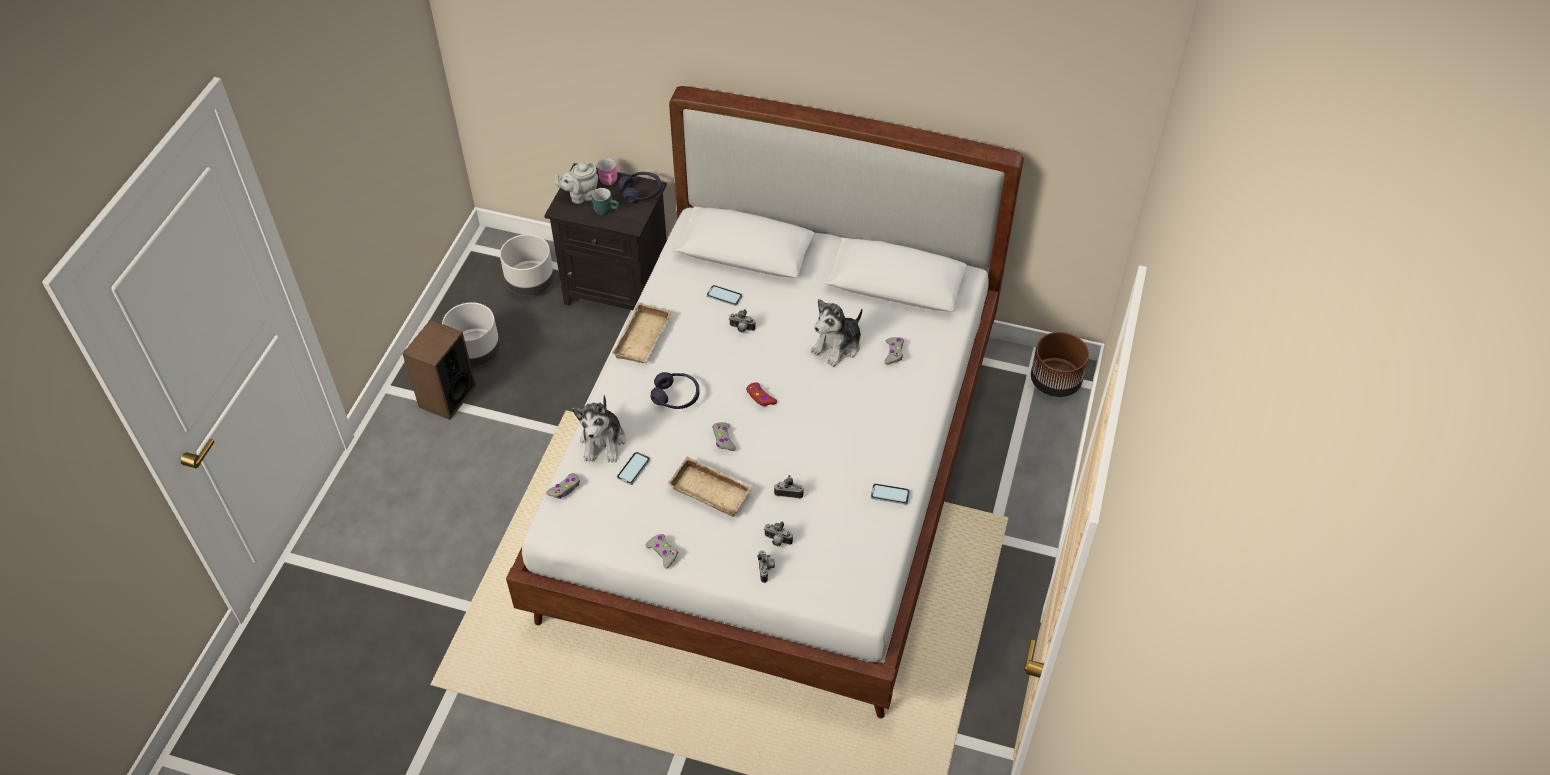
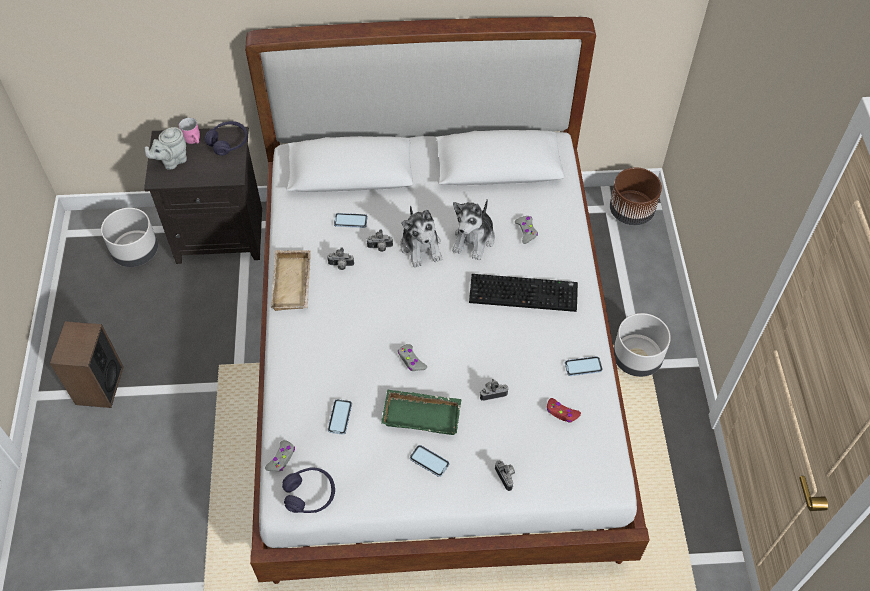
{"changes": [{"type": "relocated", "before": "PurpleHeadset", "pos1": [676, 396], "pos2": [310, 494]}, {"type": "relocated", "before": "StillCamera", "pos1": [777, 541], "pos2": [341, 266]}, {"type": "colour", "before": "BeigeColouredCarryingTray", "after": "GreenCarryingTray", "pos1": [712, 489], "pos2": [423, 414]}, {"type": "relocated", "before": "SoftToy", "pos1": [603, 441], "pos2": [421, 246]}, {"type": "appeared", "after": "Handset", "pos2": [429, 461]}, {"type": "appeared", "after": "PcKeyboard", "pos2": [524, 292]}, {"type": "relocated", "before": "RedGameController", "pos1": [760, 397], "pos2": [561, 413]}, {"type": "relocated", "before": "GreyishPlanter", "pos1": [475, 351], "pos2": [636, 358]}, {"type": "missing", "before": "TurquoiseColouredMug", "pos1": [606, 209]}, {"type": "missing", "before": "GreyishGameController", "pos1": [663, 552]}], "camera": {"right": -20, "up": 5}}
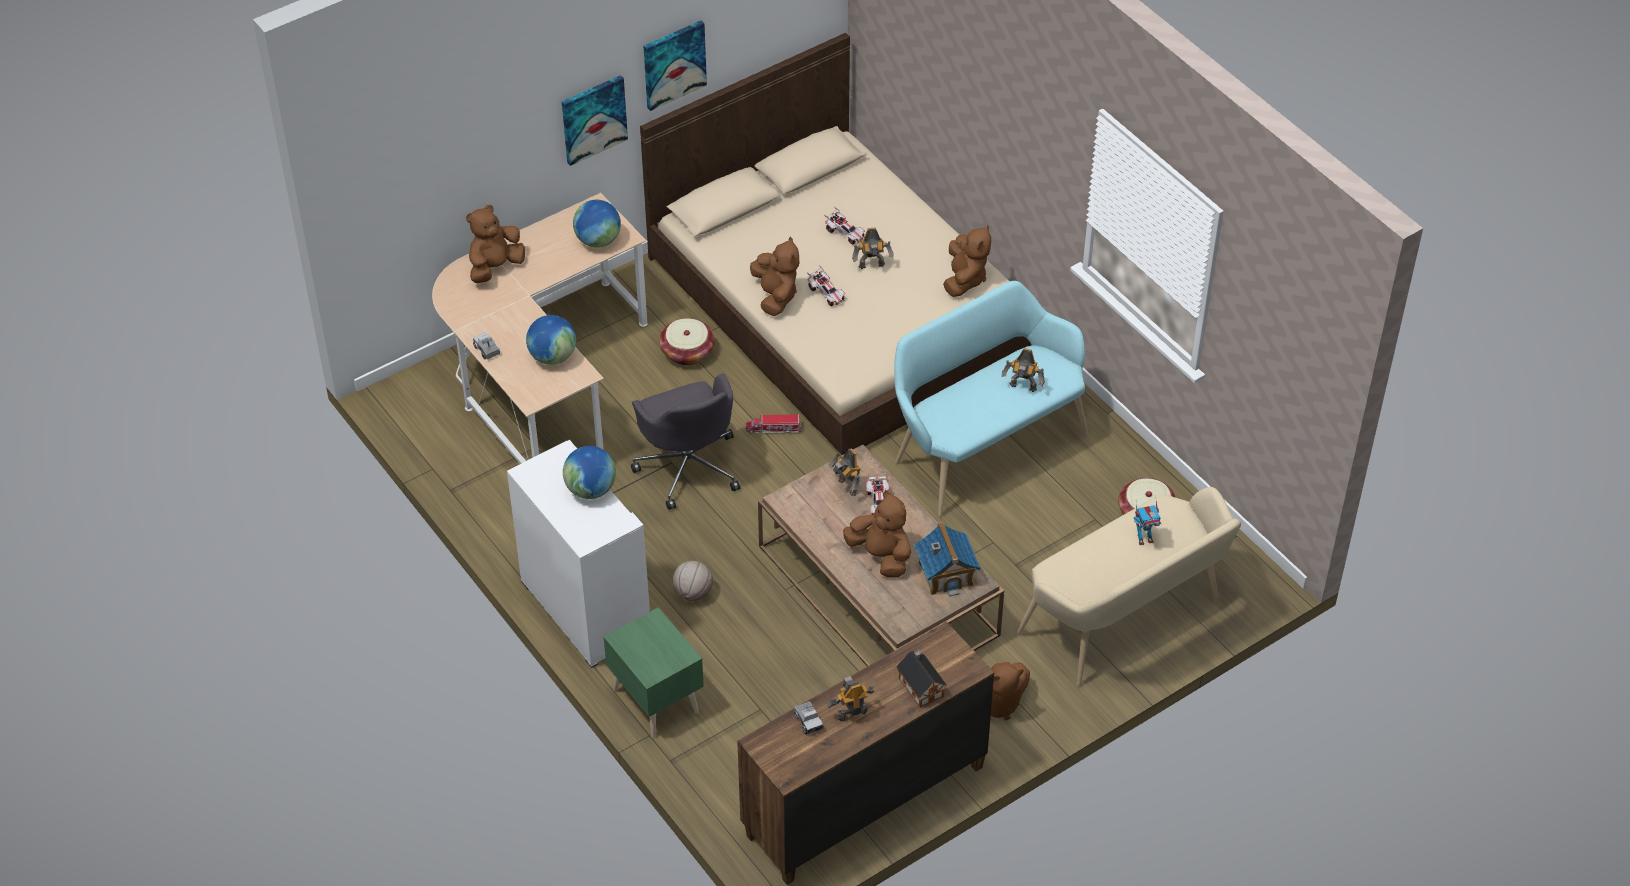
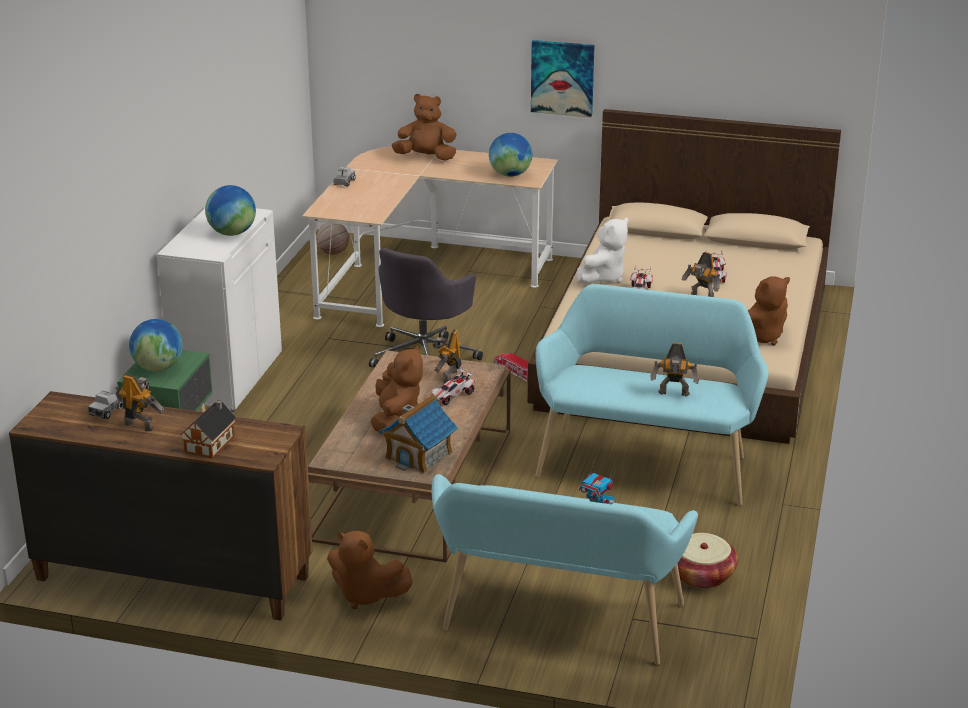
{"changes": [{"type": "relocated", "before": "WorldGlobe", "pos1": [552, 356], "pos2": [158, 368]}, {"type": "relocated", "before": "BallForBasketball", "pos1": [693, 593], "pos2": [333, 252]}, {"type": "colour", "before": "BeigeColouredLongSeat", "after": "TurquoiseColouredLongSeat", "pos1": [1127, 622], "pos2": [557, 623]}, {"type": "colour", "before": "BrownColouredSoftToy", "after": "WhiteSoftToy", "pos1": [775, 296], "pos2": [603, 278]}, {"type": "spun", "before": "ModelRobot", "pos1": [1023, 388], "pos2": [674, 394], "turn": -60}, {"type": "missing", "before": "WallArt", "pos1": [674, 64]}, {"type": "missing", "before": "Basket", "pos1": [687, 352]}], "camera": {"right": 50, "up": -20}}
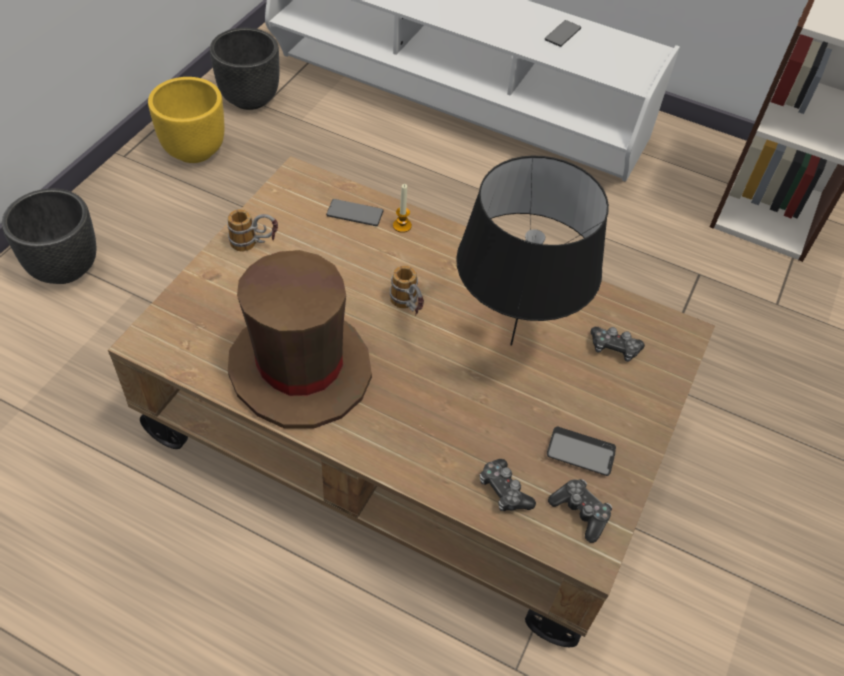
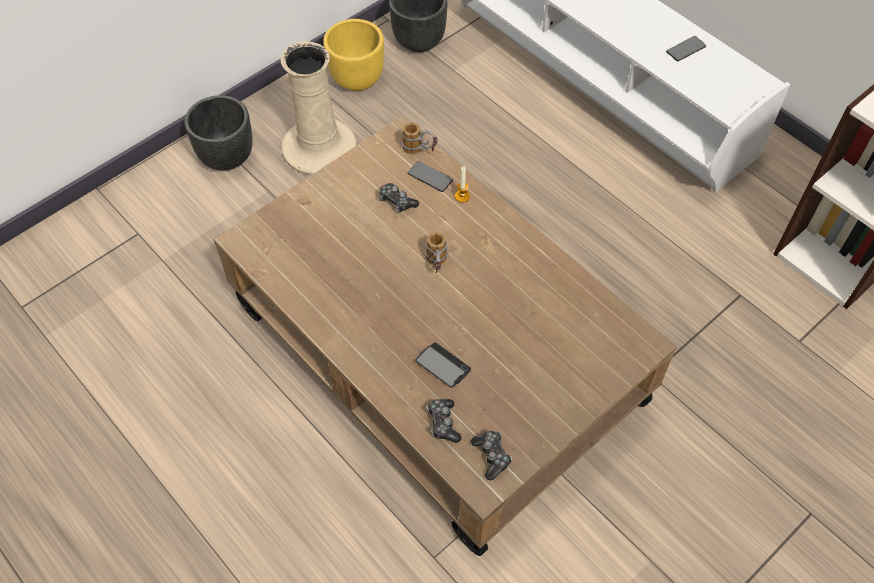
{"changes": [{"type": "appeared", "after": "BeigeColouredDecorativeVase", "pos2": [320, 147]}, {"type": "relocated", "before": "GameController", "pos1": [614, 348], "pos2": [397, 201]}, {"type": "relocated", "before": "Mug", "pos1": [255, 244], "pos2": [420, 150]}, {"type": "relocated", "before": "Handset", "pos1": [580, 452], "pos2": [443, 365]}, {"type": "missing", "before": "BrownColouredWearableHat", "pos1": [300, 368]}, {"type": "missing", "before": "BlackColouredTabletopLamp", "pos1": [510, 344]}], "camera": {"right": 25, "up": 5}}
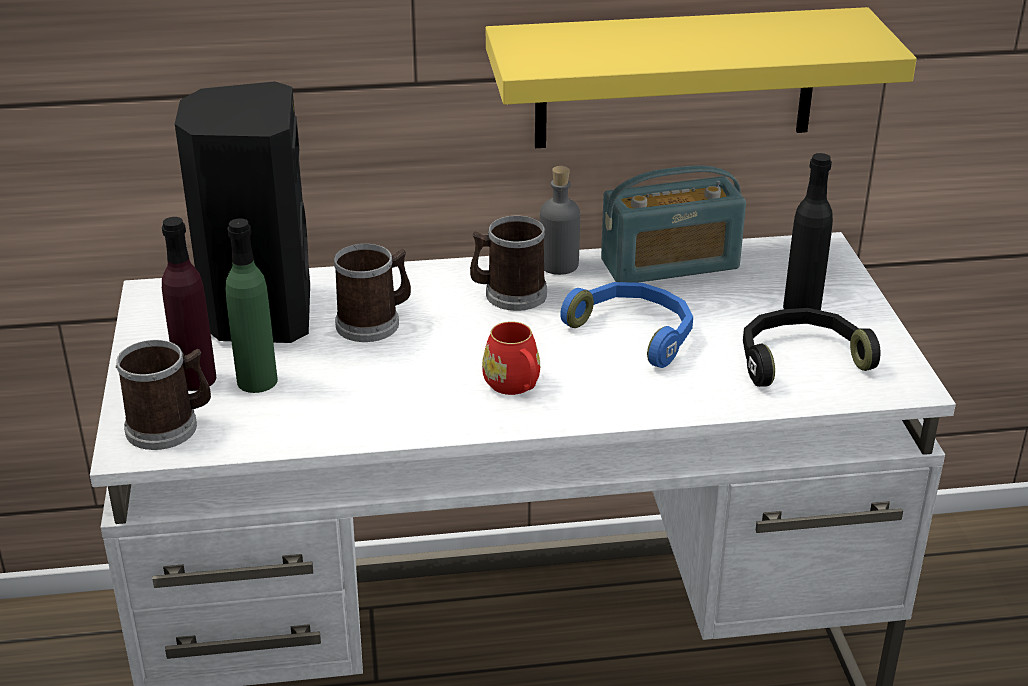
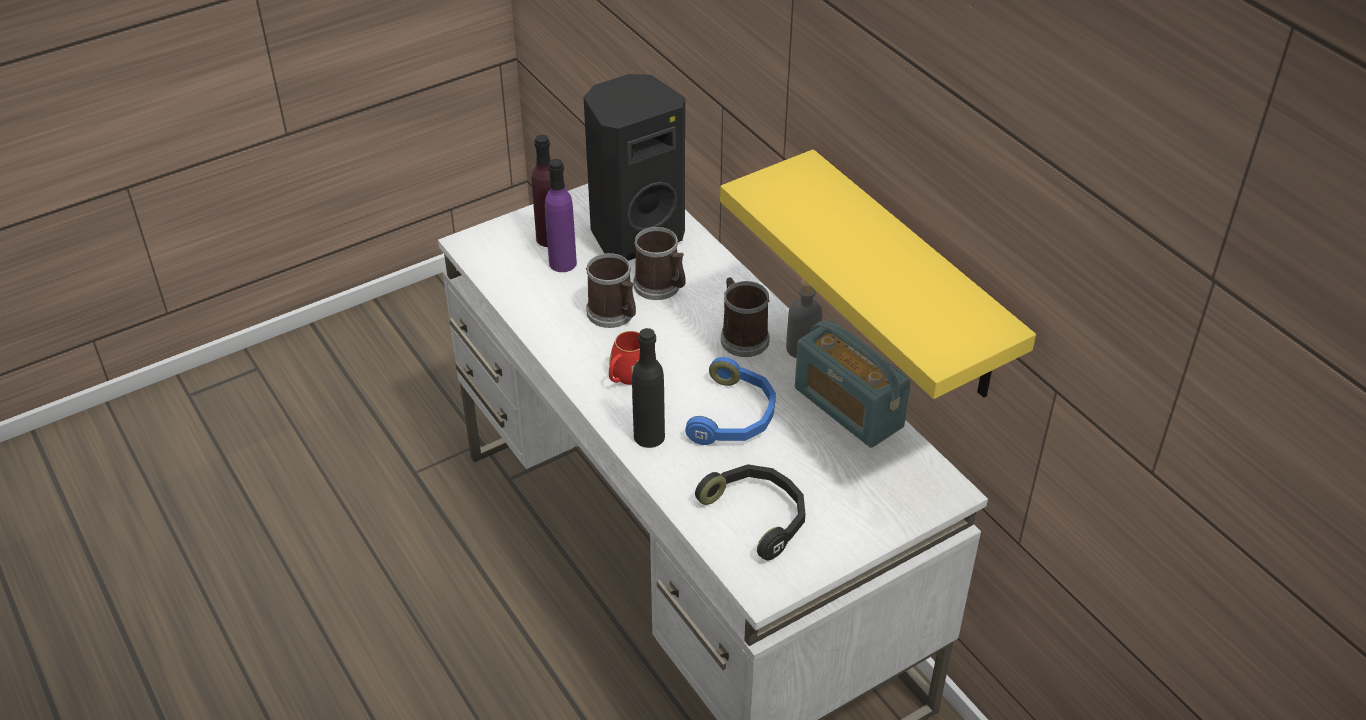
{"changes": [{"type": "colour", "before": "GreenBottle", "after": "PurpleBottle", "pos1": [257, 381], "pos2": [562, 263]}, {"type": "relocated", "before": "Mug", "pos1": [170, 426], "pos2": [614, 314]}, {"type": "relocated", "before": "BlackColouredBottle", "pos1": [802, 307], "pos2": [649, 436]}], "camera": {"right": 65, "up": 10}}
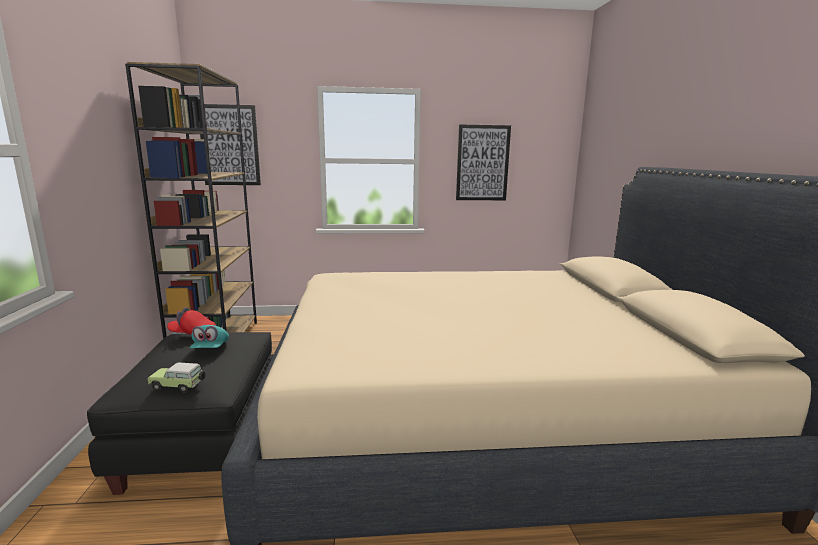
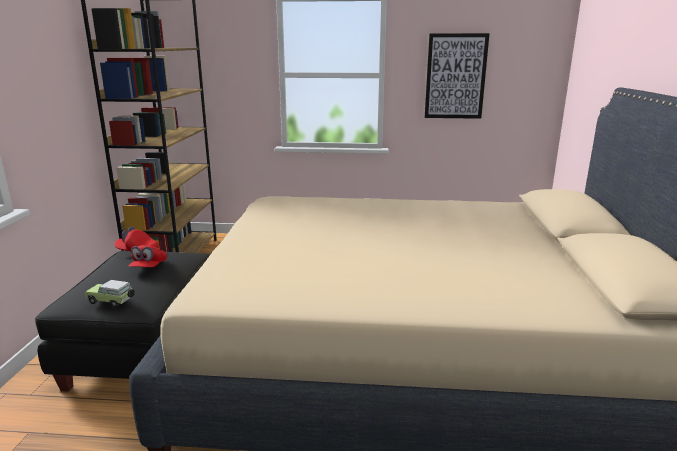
{"changes": [{"type": "colour", "before": "TurquoiseColouredBaseballCap", "after": "RedBaseballCap", "pos1": [210, 349], "pos2": [149, 267]}, {"type": "missing", "before": "WallArt", "pos1": [230, 145]}], "camera": {"right": 10, "up": 5}}
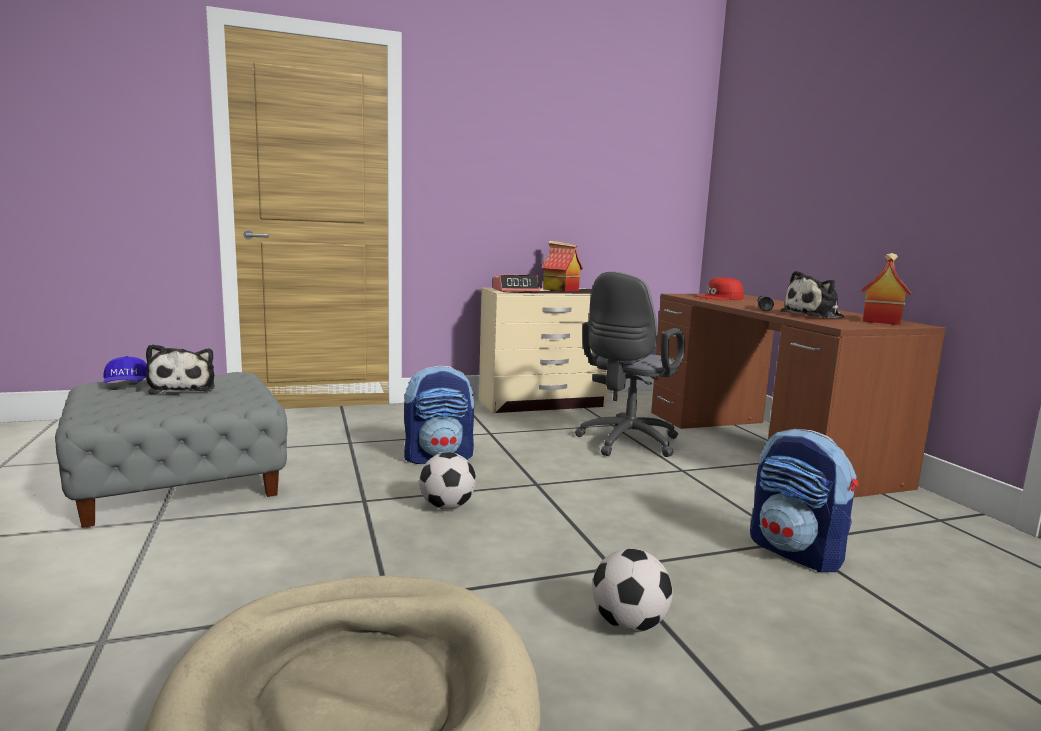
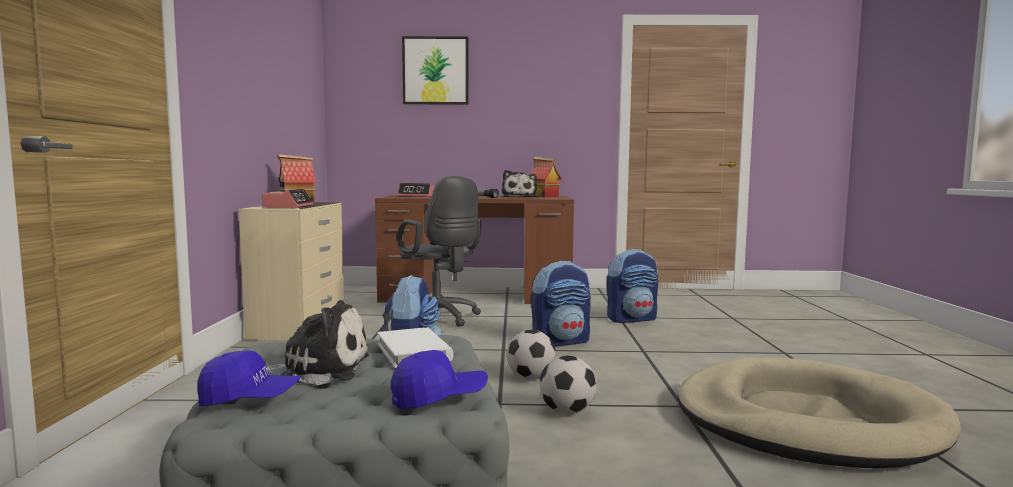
{"changes": [{"type": "appeared", "after": "WhiteBook", "pos2": [413, 352]}, {"type": "appeared", "after": "BlueBaseballCap", "pos2": [439, 398]}, {"type": "exchanged", "before": "RedBaseballCap", "after": "TableClock", "pos1": [720, 298], "pos2": [417, 196]}, {"type": "appeared", "after": "WallArt", "pos2": [435, 71]}, {"type": "appeared", "after": "Knapsack", "pos2": [561, 341]}, {"type": "relocated", "before": "Football", "pos1": [629, 624], "pos2": [567, 411]}], "camera": {"right": -70, "up": -5}}
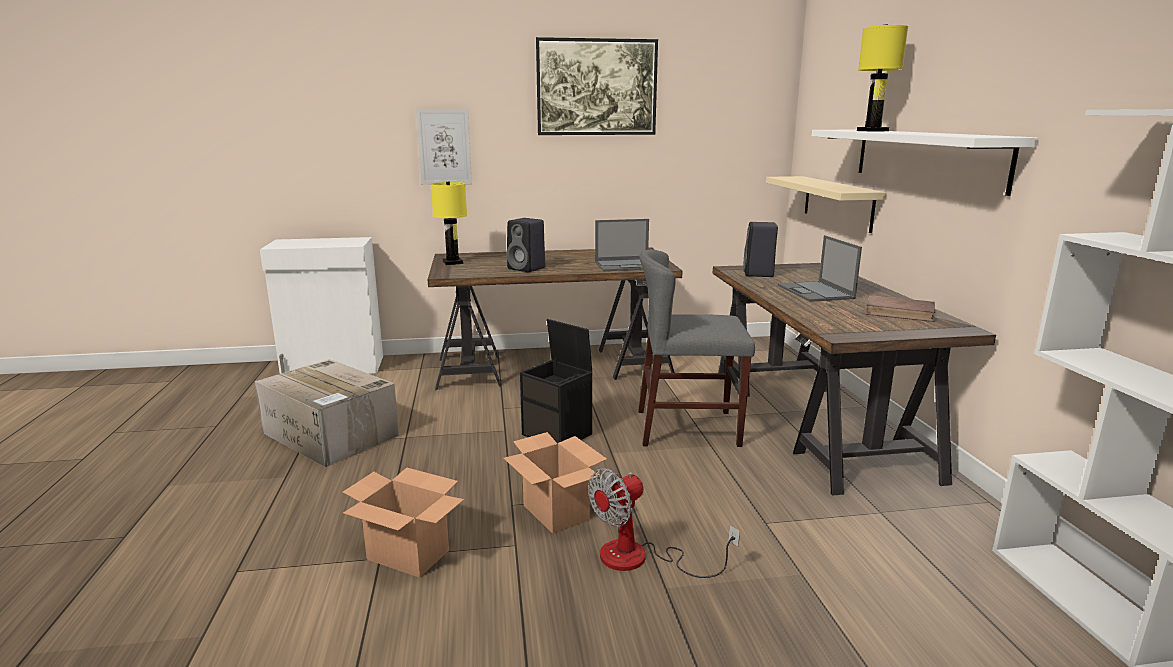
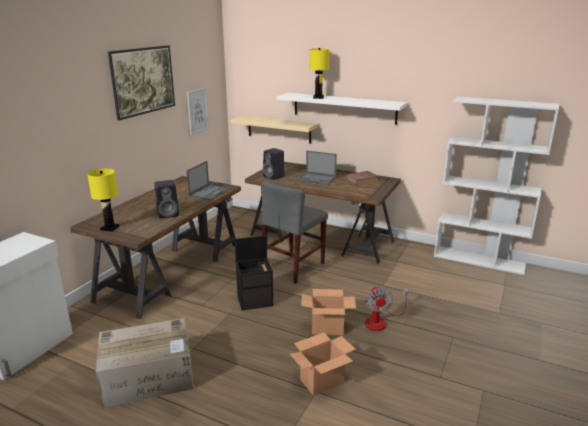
{"changes": [{"type": "relocated", "before": "WallArt", "pos1": [444, 147], "pos2": [197, 111]}], "camera": {"right": -55, "up": 5}}
